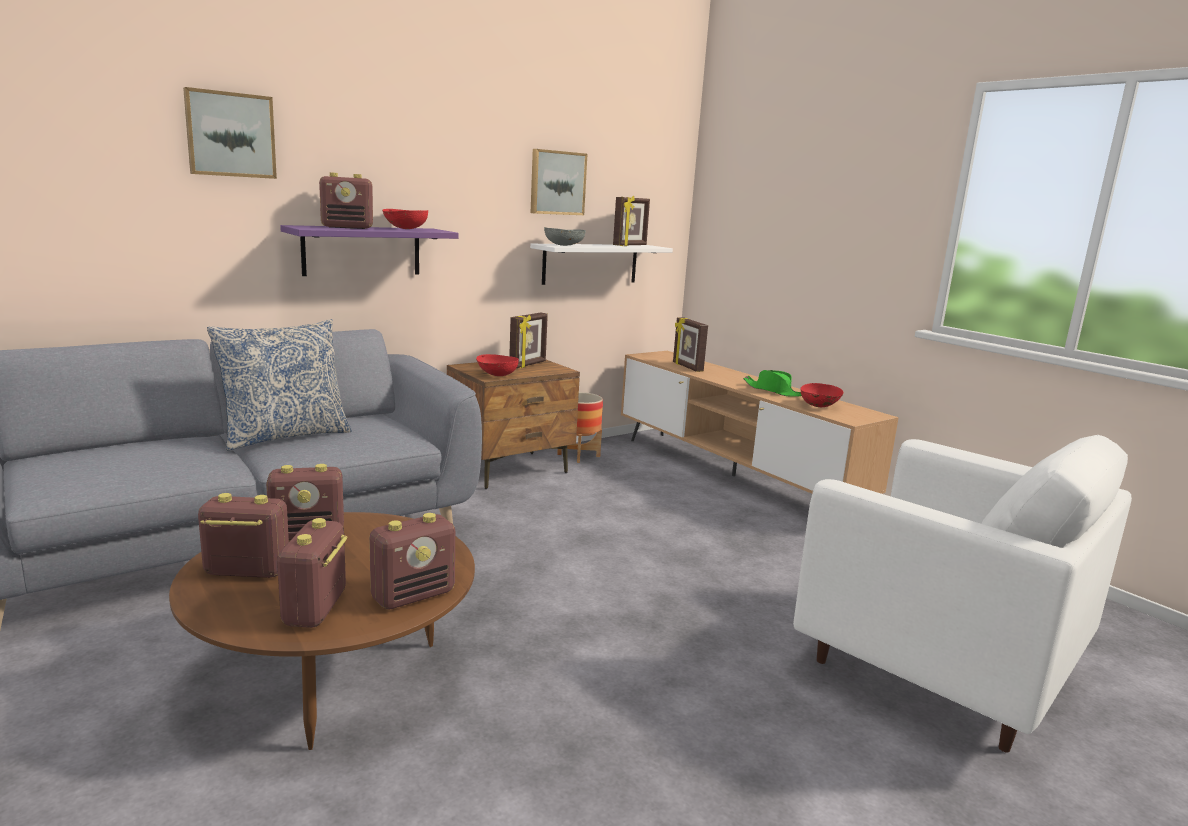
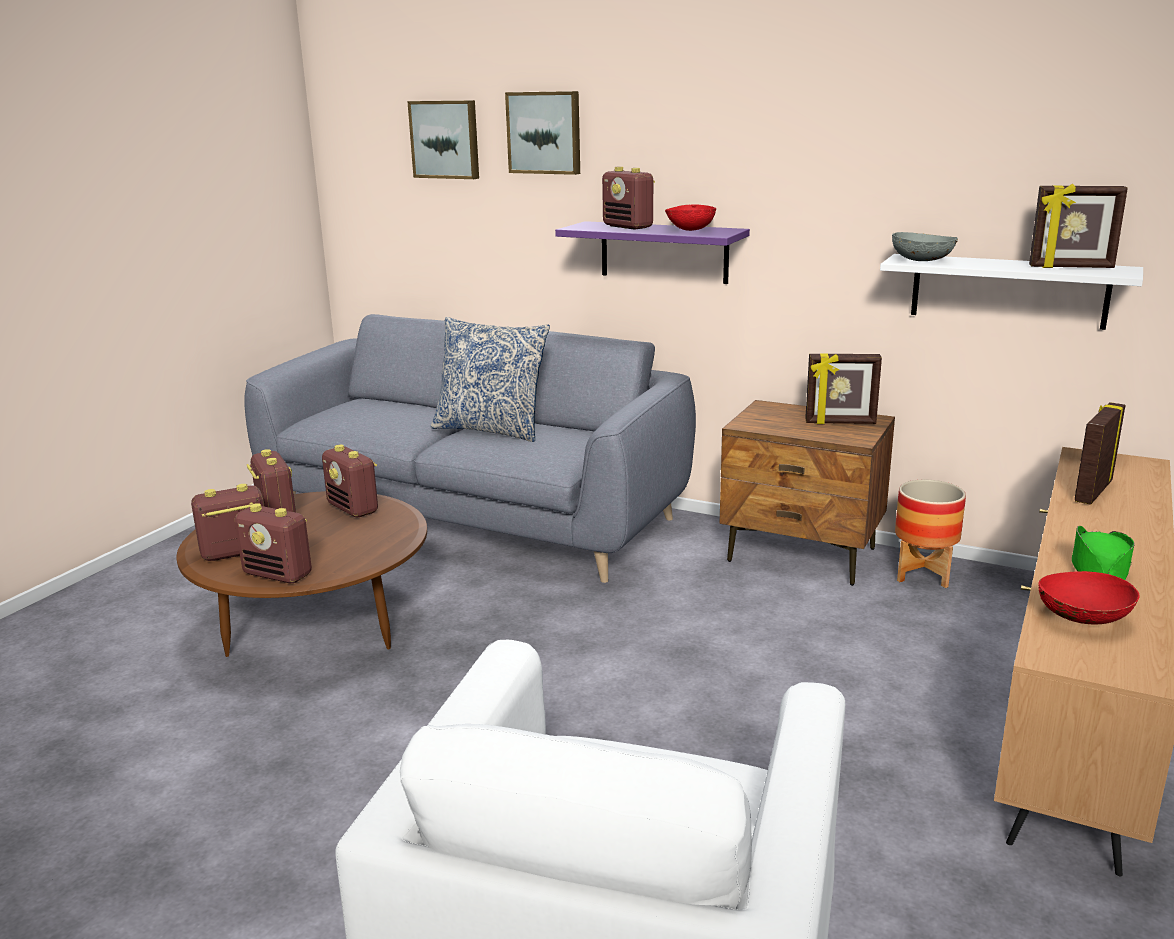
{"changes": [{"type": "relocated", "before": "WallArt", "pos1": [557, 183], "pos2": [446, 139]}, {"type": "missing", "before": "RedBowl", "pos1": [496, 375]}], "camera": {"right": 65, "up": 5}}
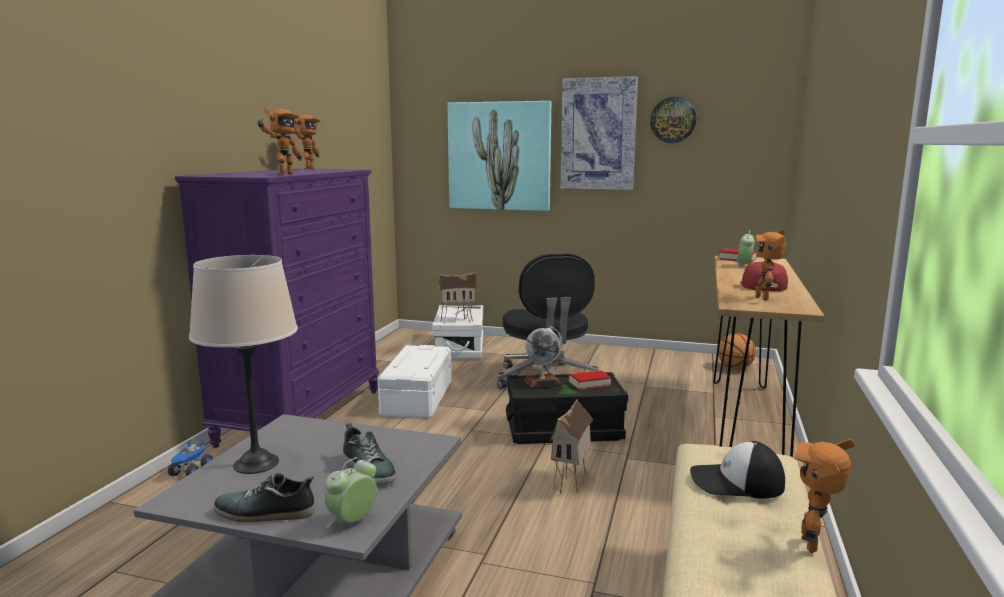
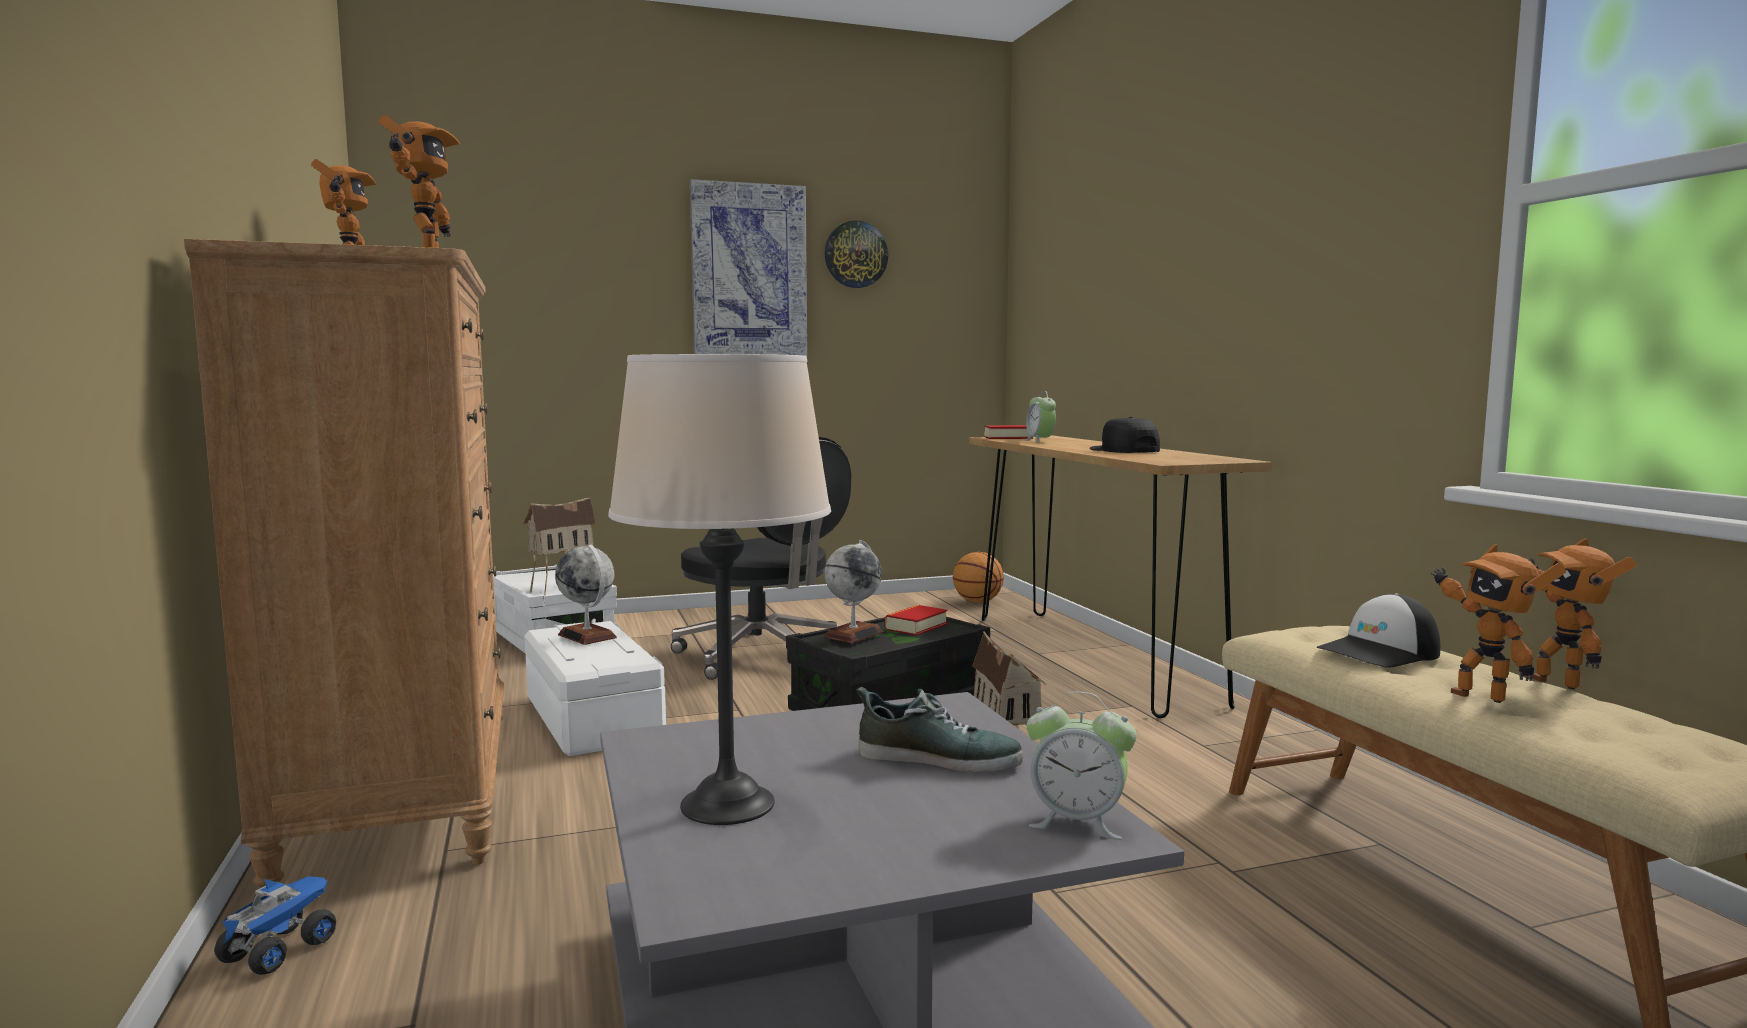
{"changes": [{"type": "colour", "before": "PurpleDrawerChest", "after": "BrownColouredDrawerChest", "pos1": [301, 416], "pos2": [400, 794]}, {"type": "spun", "before": "ToyTruck", "pos1": [191, 471], "pos2": [279, 950], "turn": -135}, {"type": "appeared", "after": "WorldGlobe", "pos2": [587, 636]}, {"type": "spun", "before": "TableClock", "pos1": [352, 521], "pos2": [1077, 822], "turn": -75}, {"type": "colour", "before": "RedBaseballCap", "after": "BlackColouredBaseballCap", "pos1": [762, 285], "pos2": [1123, 450]}, {"type": "relocated", "before": "ModelRobot", "pos1": [764, 298], "pos2": [1480, 696]}, {"type": "missing", "before": "ItemOfFootwear", "pos1": [265, 513]}, {"type": "missing", "before": "WallArt", "pos1": [499, 156]}], "camera": {"right": -35, "up": -5}}
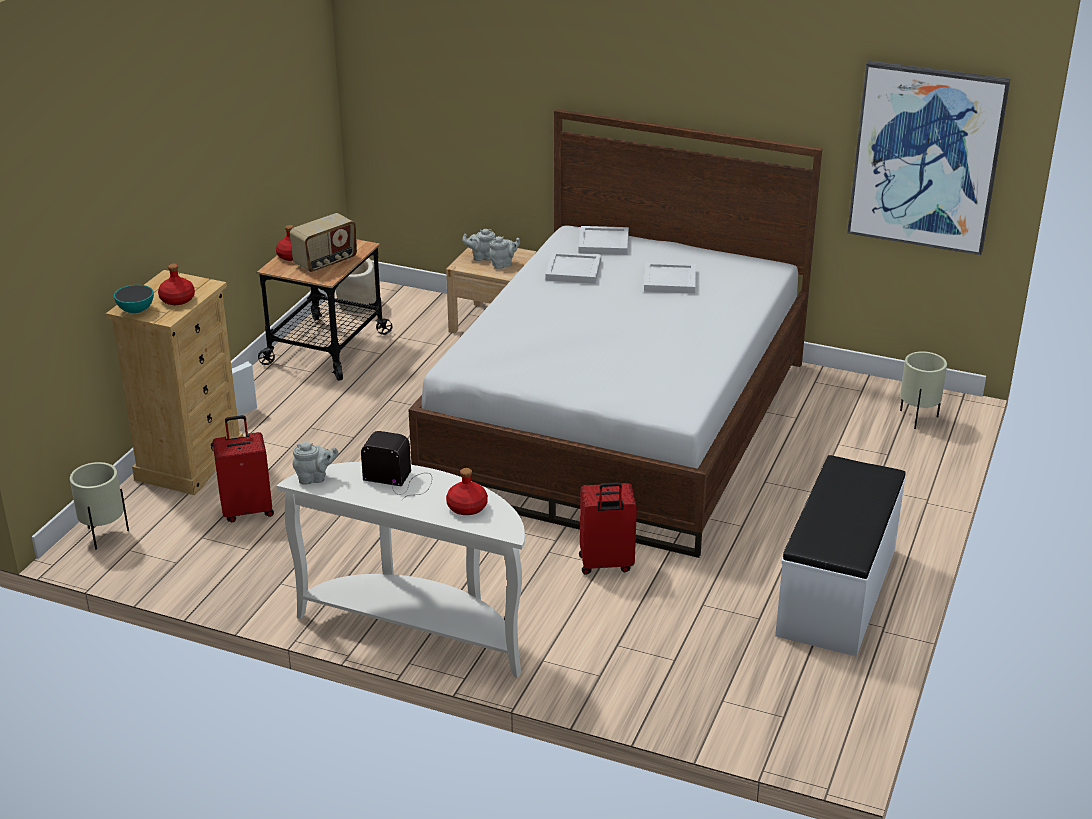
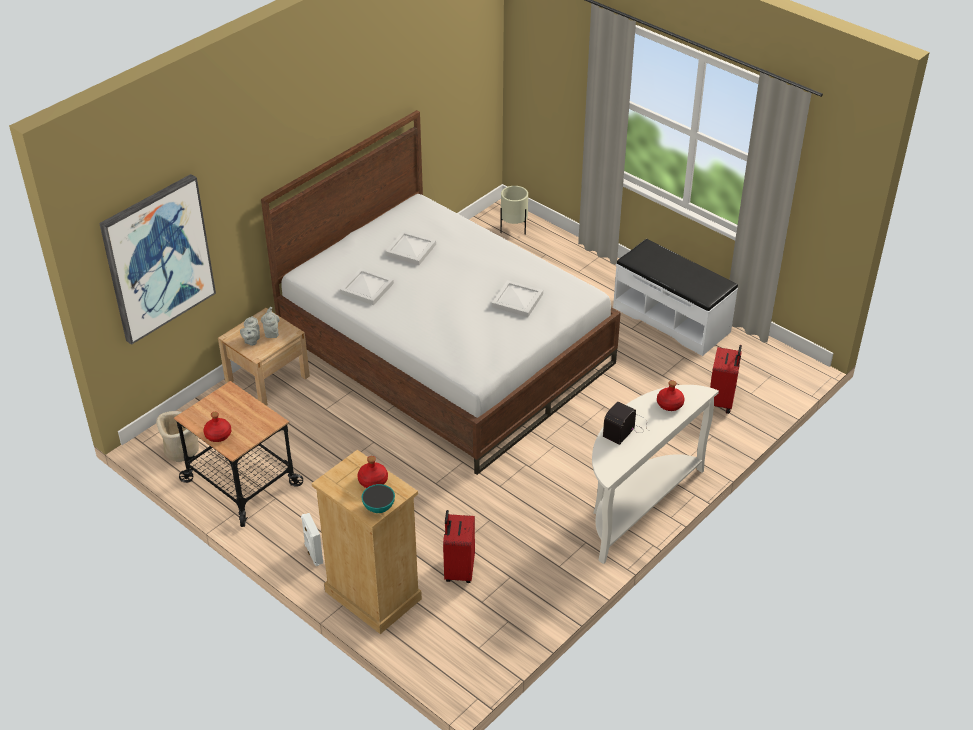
{"changes": [{"type": "relocated", "before": "WallArt", "pos1": [926, 157], "pos2": [157, 258]}, {"type": "relocated", "before": "WhiteCarryingTray", "pos1": [603, 243], "pos2": [517, 301]}, {"type": "relocated", "before": "RedTravelCase", "pos1": [606, 564], "pos2": [722, 401]}, {"type": "missing", "before": "BeigeColouredPlanter", "pos1": [105, 536]}, {"type": "missing", "before": "RadioReceiver", "pos1": [326, 262]}, {"type": "missing", "before": "GreyishTeaPot", "pos1": [315, 478]}], "camera": {"right": -70, "up": 10}}
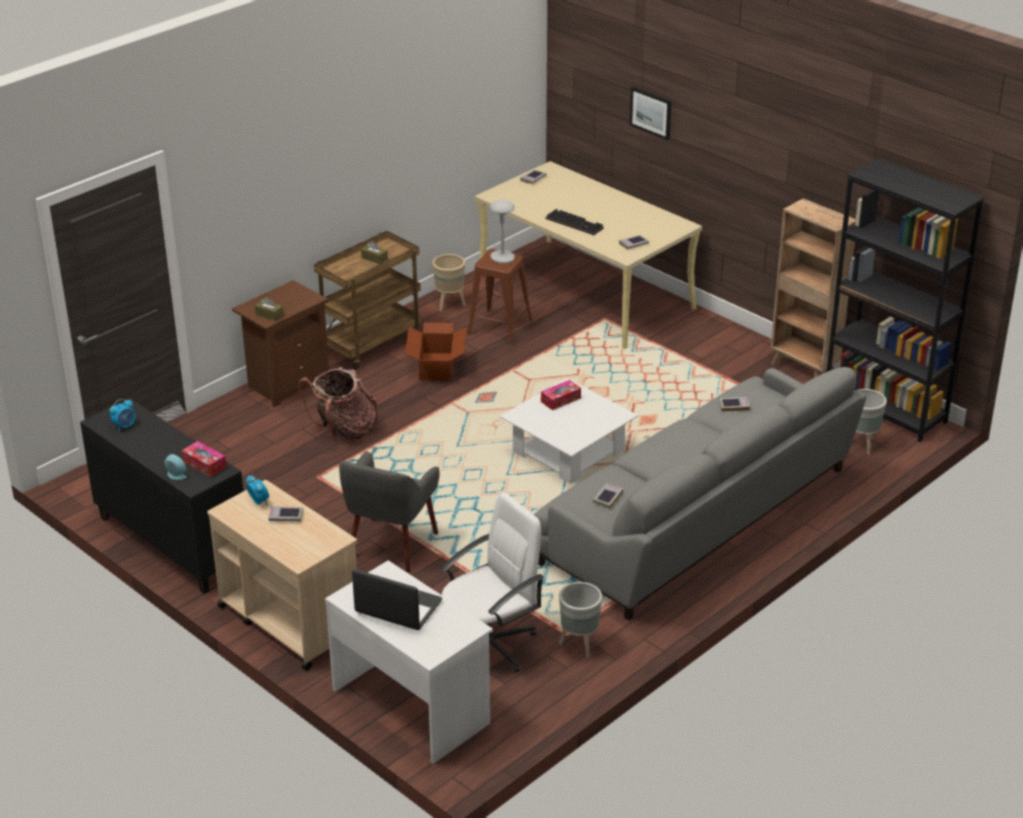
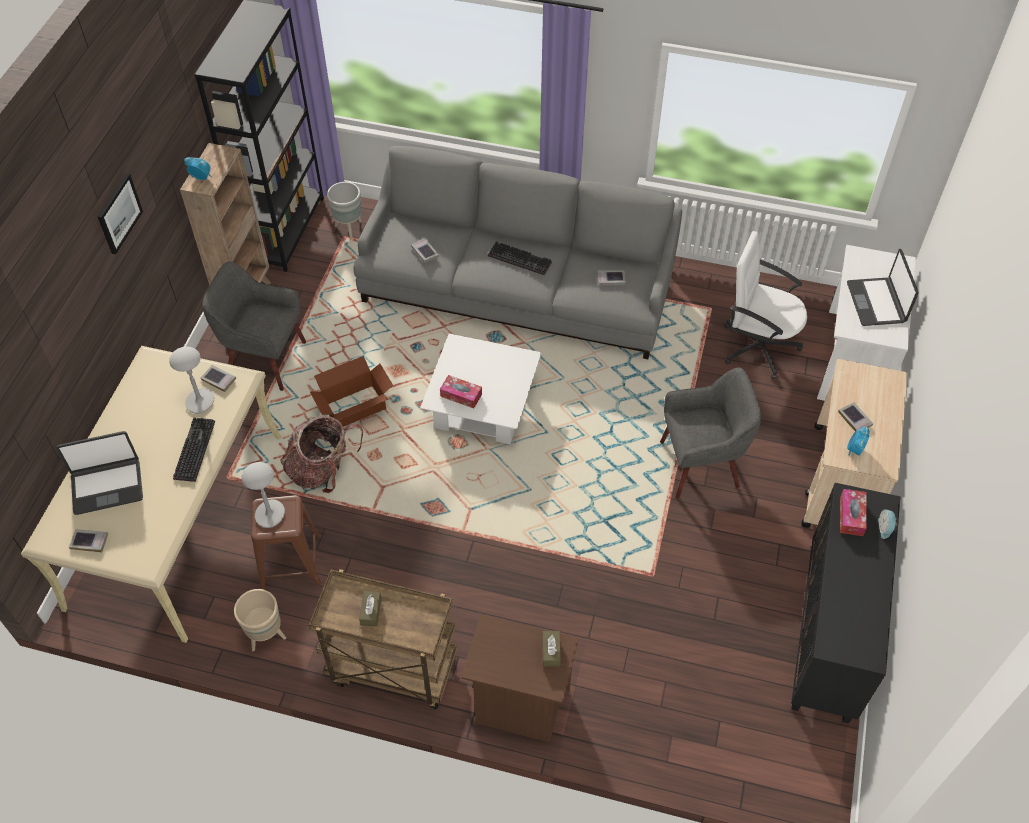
{"changes": [{"type": "appeared", "after": "Laptop", "pos2": [107, 486]}, {"type": "relocated", "before": "WallArt", "pos1": [651, 112], "pos2": [118, 213]}, {"type": "appeared", "after": "GreyishTabletopLamp", "pos2": [200, 402]}, {"type": "relocated", "before": "TableClock", "pos1": [125, 426], "pos2": [201, 177]}, {"type": "appeared", "after": "GreyishArmchair", "pos2": [265, 359]}, {"type": "relocated", "before": "Knapsack", "pos1": [344, 431], "pos2": [322, 470]}, {"type": "relocated", "before": "Carton", "pos1": [436, 367], "pos2": [355, 408]}, {"type": "appeared", "after": "PcKeyboard", "pos2": [521, 259]}, {"type": "missing", "before": "GreyishPlanter", "pos1": [579, 645]}], "camera": {"right": -120, "up": 20}}
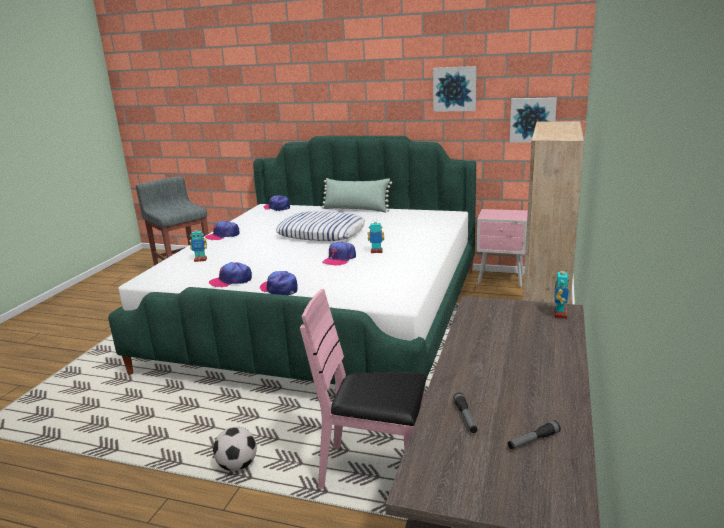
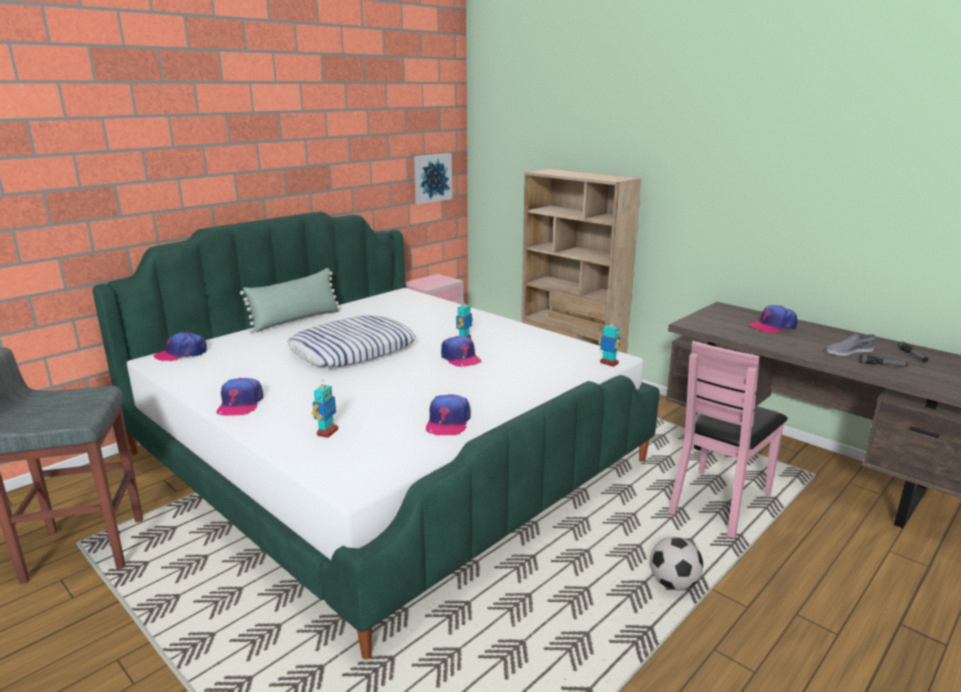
{"changes": [{"type": "relocated", "before": "ModelRobot", "pos1": [560, 314], "pos2": [609, 363]}, {"type": "relocated", "before": "BaseballCap", "pos1": [279, 289], "pos2": [772, 326]}, {"type": "appeared", "after": "GreyishItemOfFootwear", "pos2": [849, 351]}, {"type": "missing", "before": "WallArt", "pos1": [454, 89]}], "camera": {"right": -65, "up": 0}}
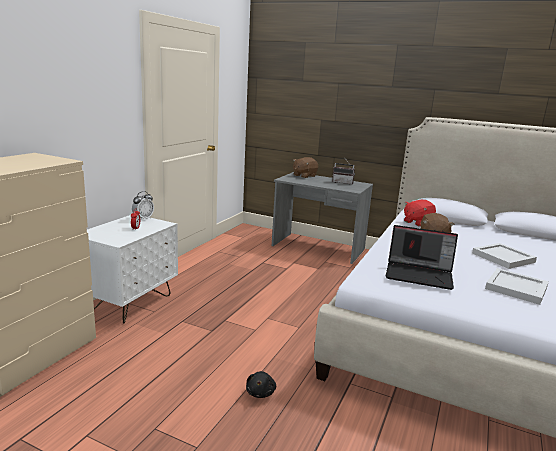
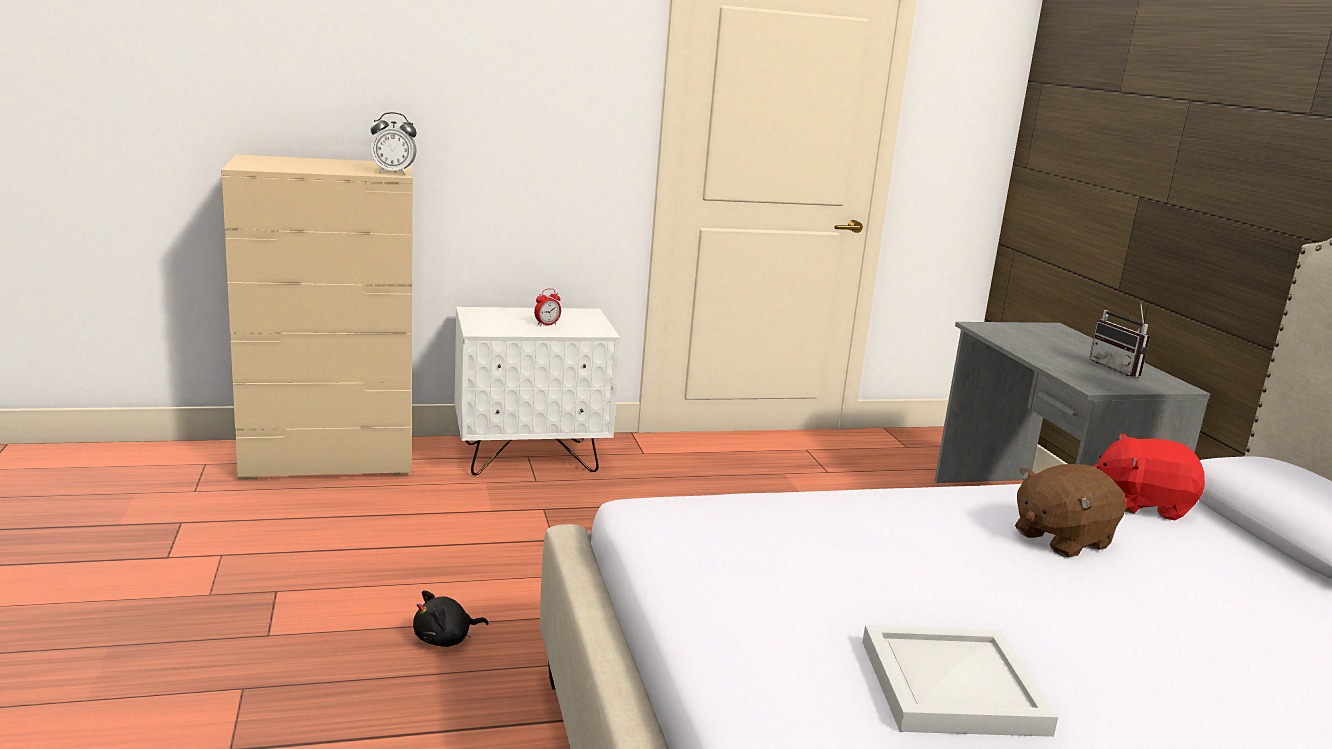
{"changes": [{"type": "relocated", "before": "TableClock", "pos1": [143, 218], "pos2": [393, 173]}, {"type": "missing", "before": "BrownColouredSoftToy", "pos1": [304, 176]}, {"type": "missing", "before": "Laptop", "pos1": [420, 274]}, {"type": "missing", "before": "WhiteCarryingTray", "pos1": [503, 258]}], "camera": {"right": 50, "up": 0}}
